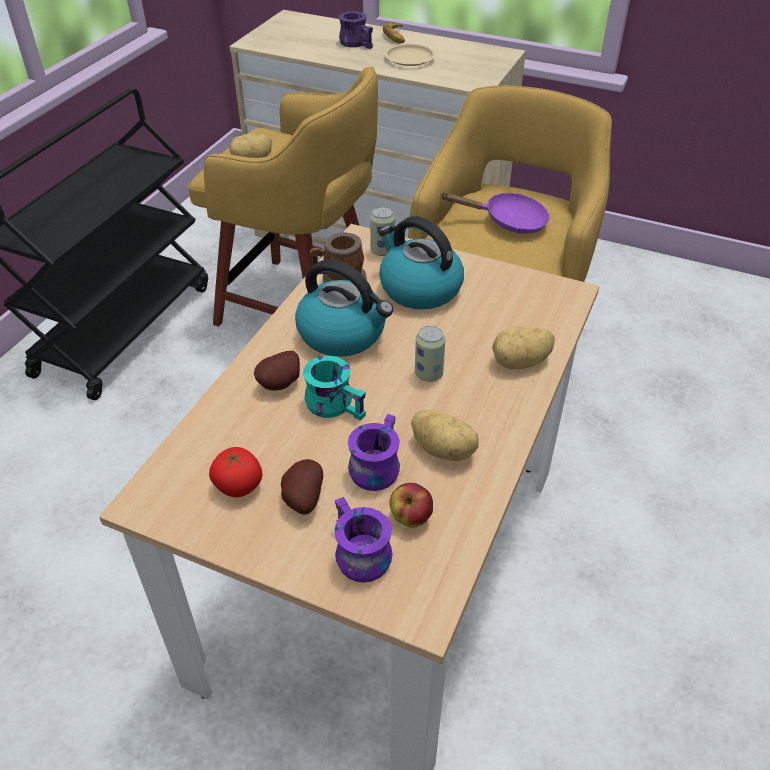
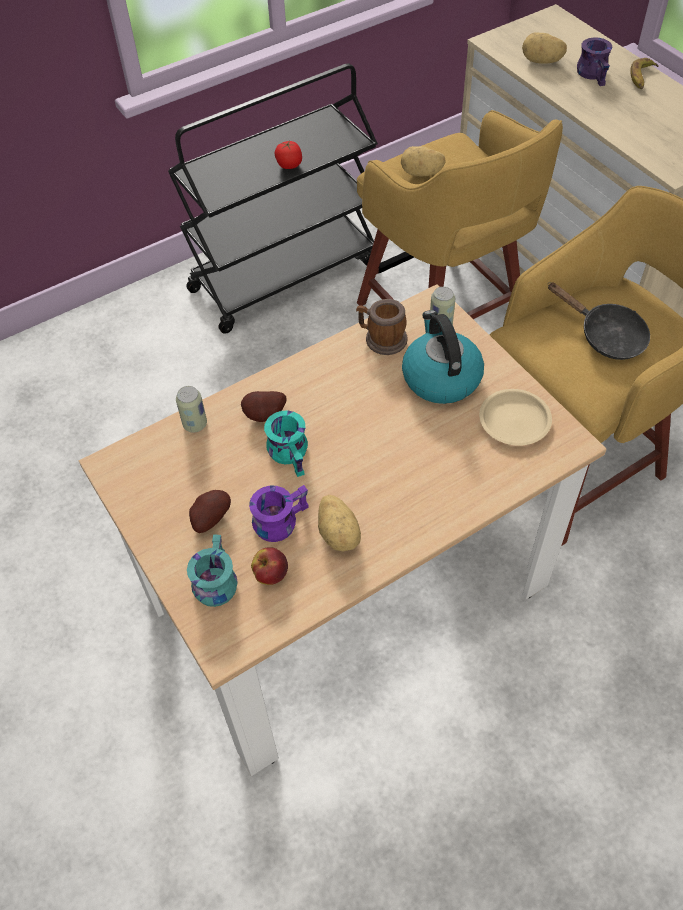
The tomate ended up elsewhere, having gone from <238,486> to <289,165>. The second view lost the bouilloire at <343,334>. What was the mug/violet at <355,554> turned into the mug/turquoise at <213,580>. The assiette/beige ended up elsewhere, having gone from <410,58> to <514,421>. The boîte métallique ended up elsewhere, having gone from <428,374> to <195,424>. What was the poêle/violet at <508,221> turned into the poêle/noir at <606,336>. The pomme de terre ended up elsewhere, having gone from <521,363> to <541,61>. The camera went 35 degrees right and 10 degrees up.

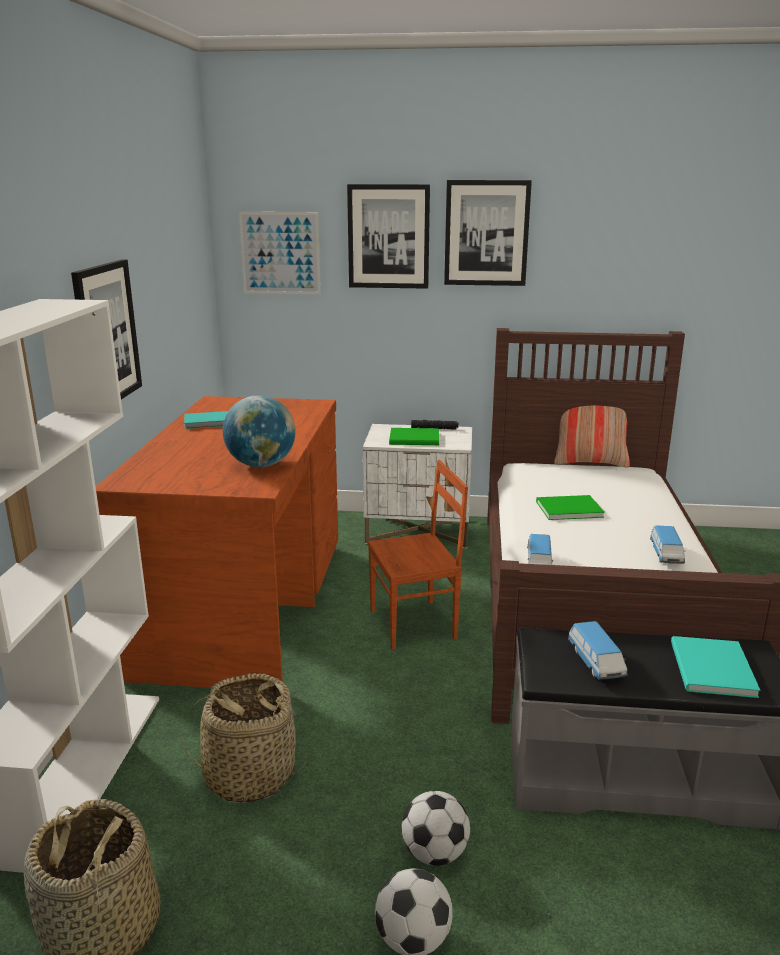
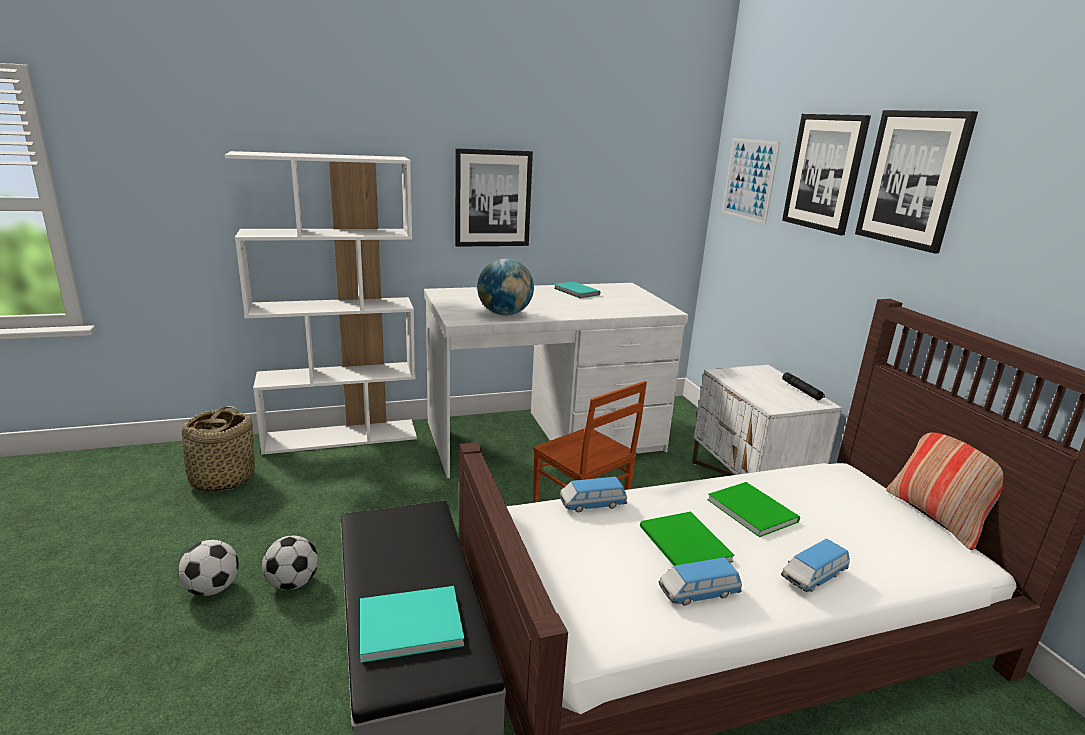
What was the bureau/marron at <246,605> turned into the bureau/blanc at <545,437>. The second view lost the panier at <249,775>. The livre/vert ended up elsewhere, having gone from <416,439> to <684,546>. The petite voiture ended up elsewhere, having gone from <596,663> to <813,577>. The camera went 65 degrees right and 0 degrees up.

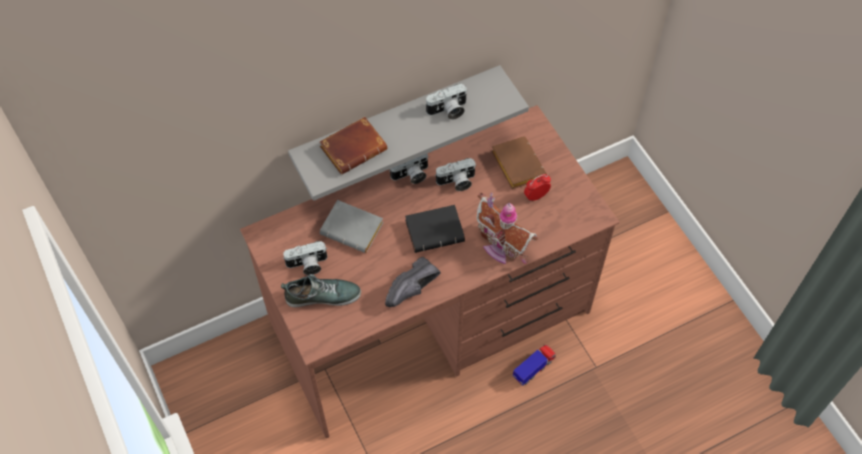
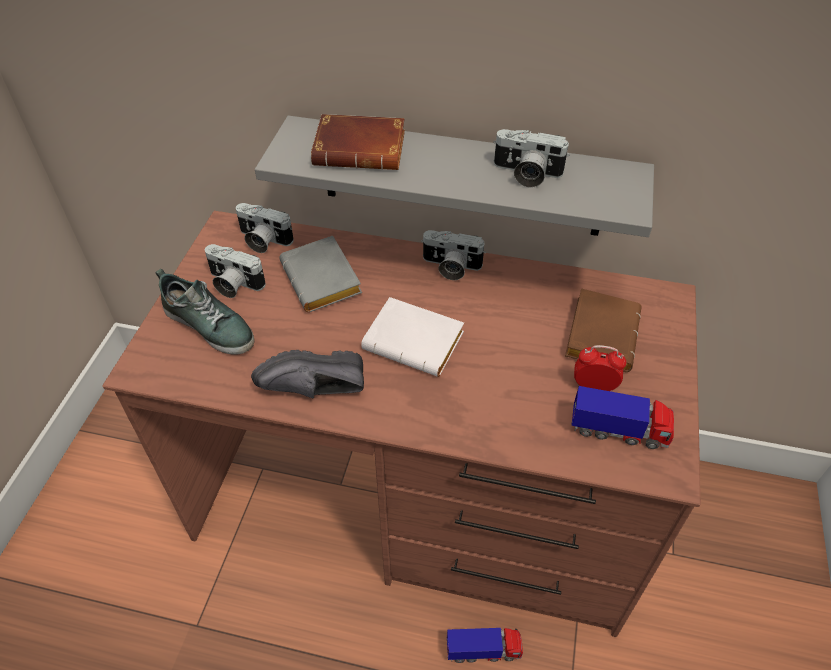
What was the livre/noir at <436,230> turned into the livre/blanc at <416,342>. The appareil photo ended up elsewhere, having gone from <456,182> to <262,241>. The second view lost the maison miniature at <501,246>. The second view gained the camion jouet at <619,431>. The camera went 40 degrees right and 10 degrees down.

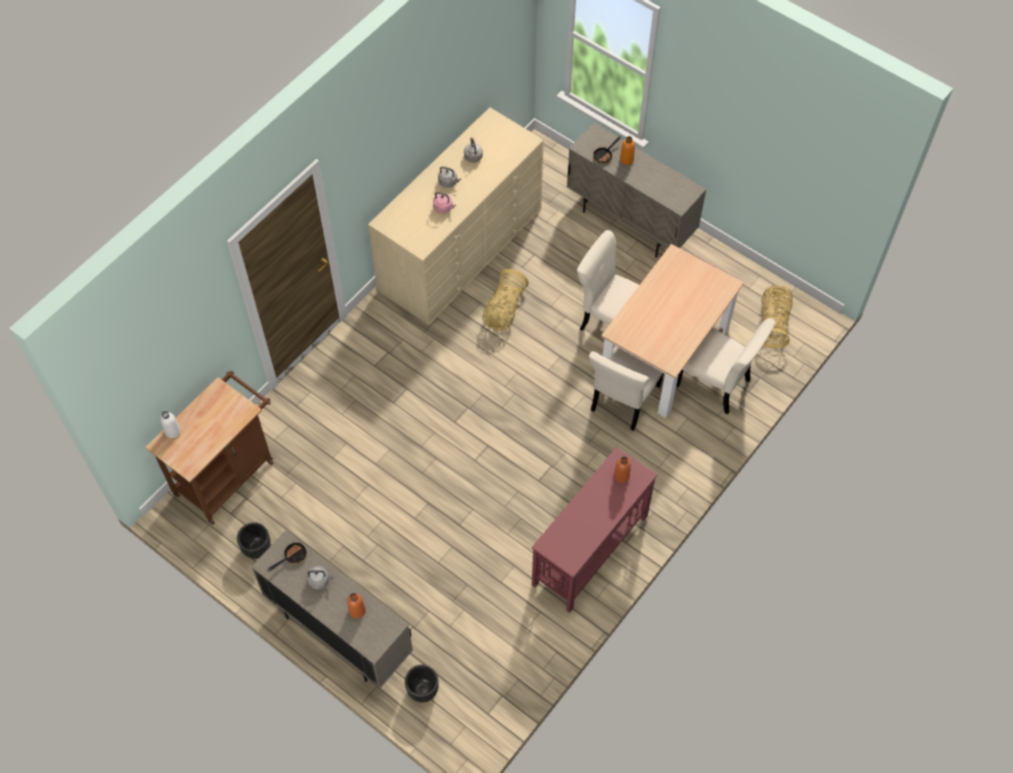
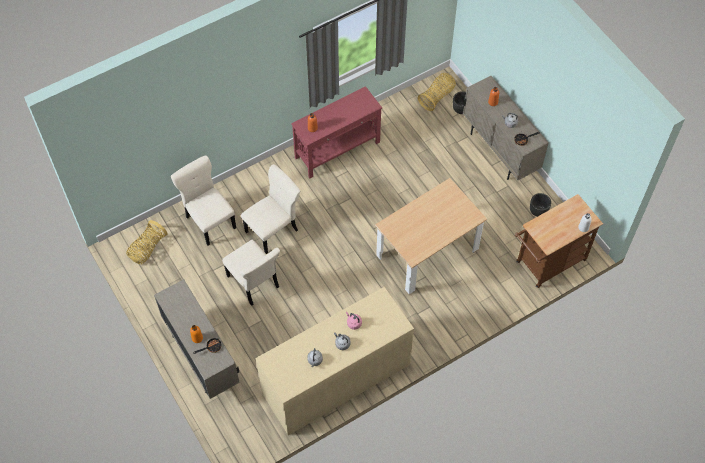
The panier ended up elsewhere, having gone from <504,310> to <437,97>. The table à manger/beige ended up elsewhere, having gone from <664,355> to <427,252>. The camera went 160 degrees left and 0 degrees up.

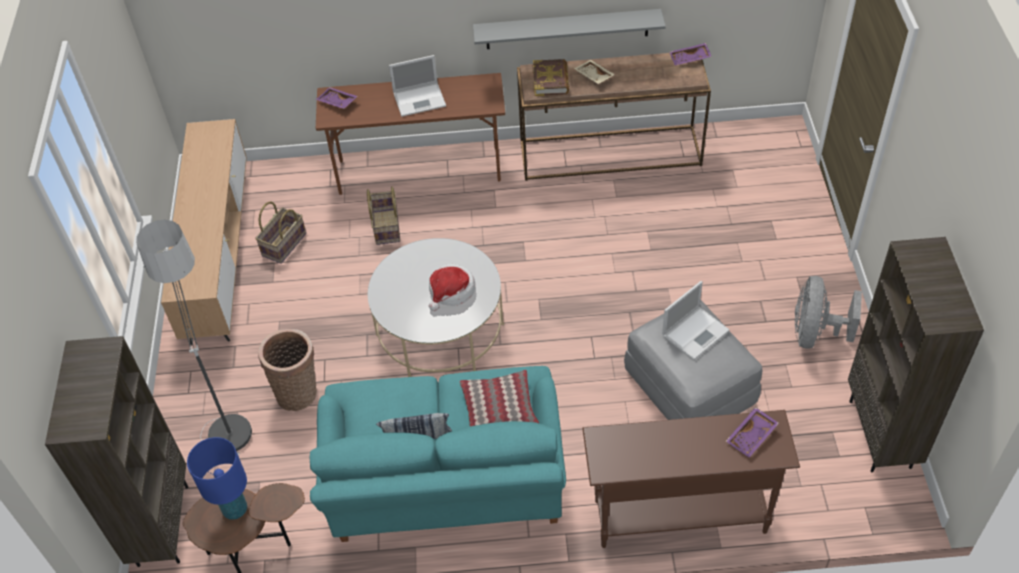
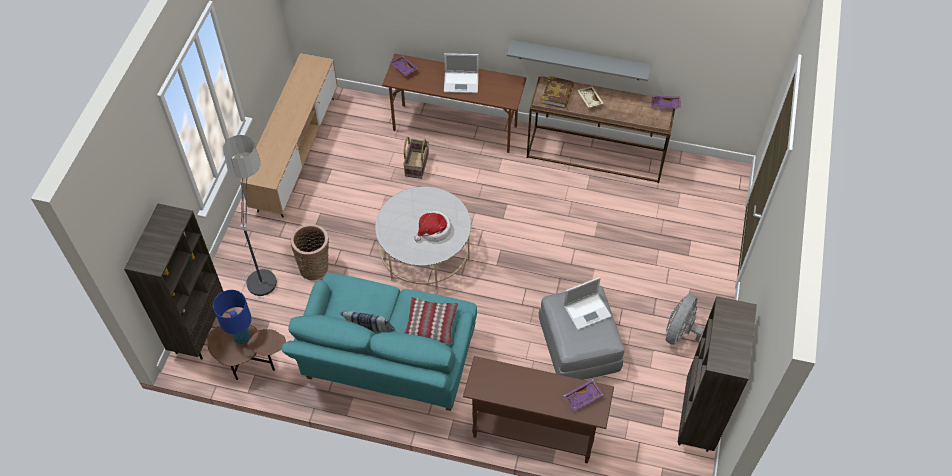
The second view lost the panier at <284,245>. The camera went 15 degrees right and 5 degrees up.

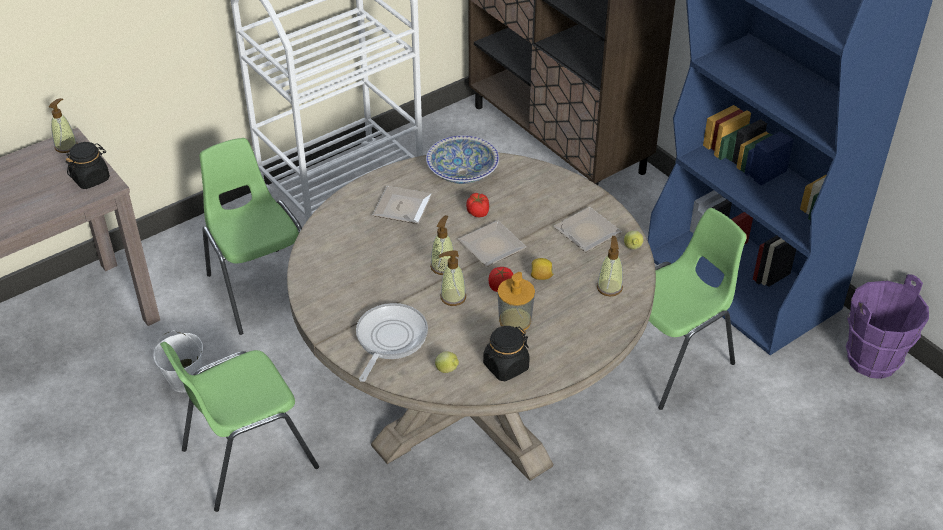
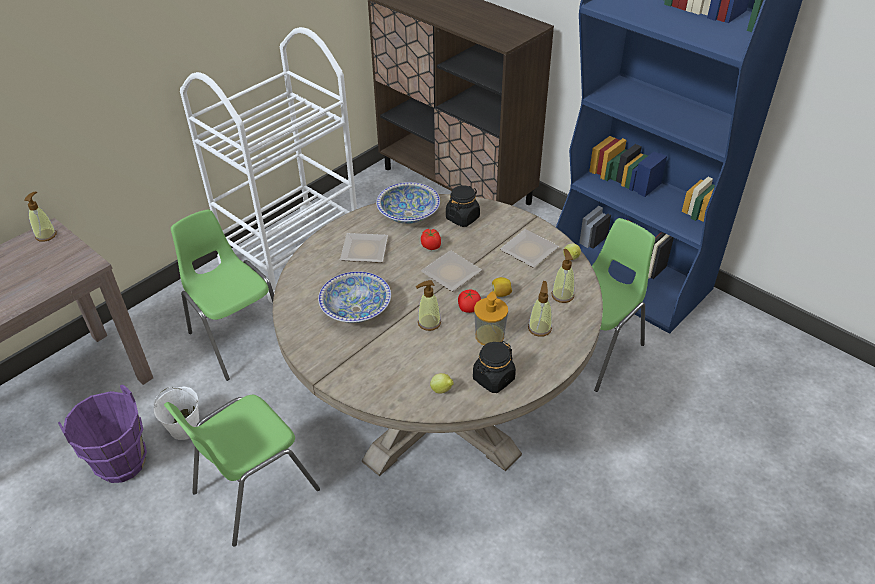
The bocal/noir ended up elsewhere, having gone from <91,178> to <462,218>. The second view lost the poêle at <389,339>. The distributeur de savon ended up elsewhere, having gone from <443,266> to <539,328>. The seau/violet ended up elsewhere, having gone from <873,360> to <122,463>. The second view gained the bol at <356,309>. The camera went 10 degrees left and 0 degrees up.

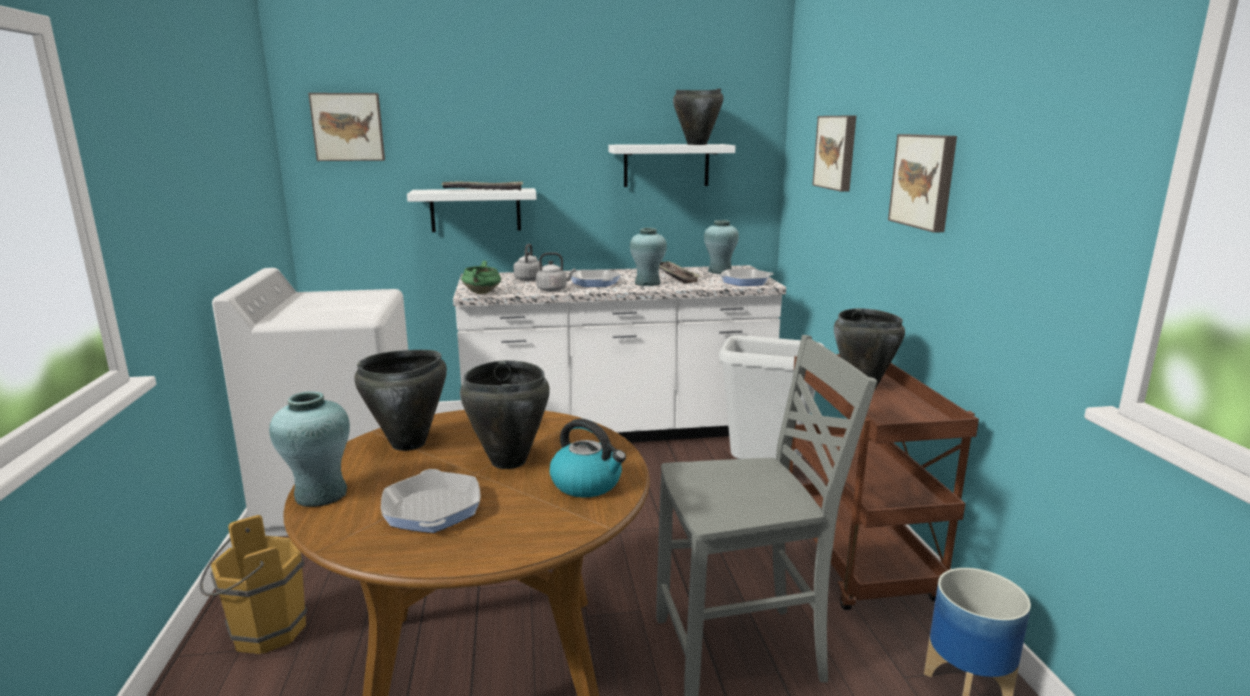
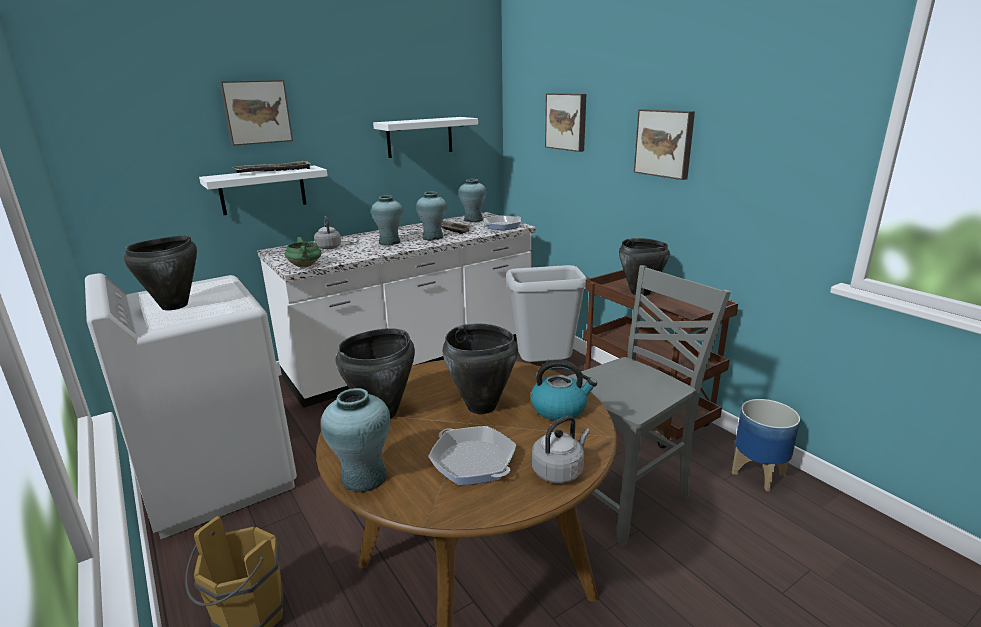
The tableau ended up elsewhere, having gone from <348,127> to <256,112>. The bouilloire/gris ended up elsewhere, having gone from <553,289> to <559,471>. Where the poêle stood at <595,282>, the vase/turquoise came to stand at <389,242>. The marmite/noir ended up elsewhere, having gone from <697,144> to <175,306>. The camera went 25 degrees left and 5 degrees up.

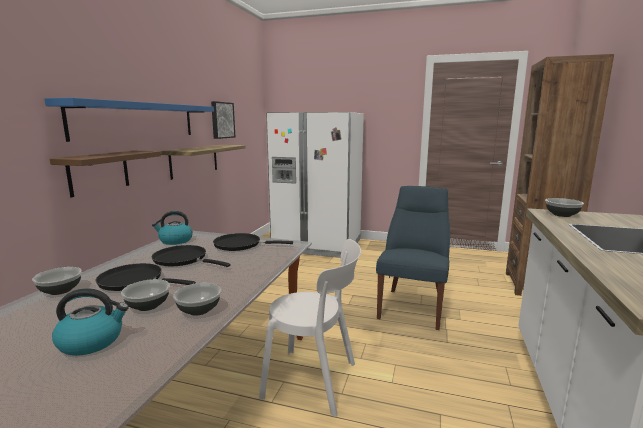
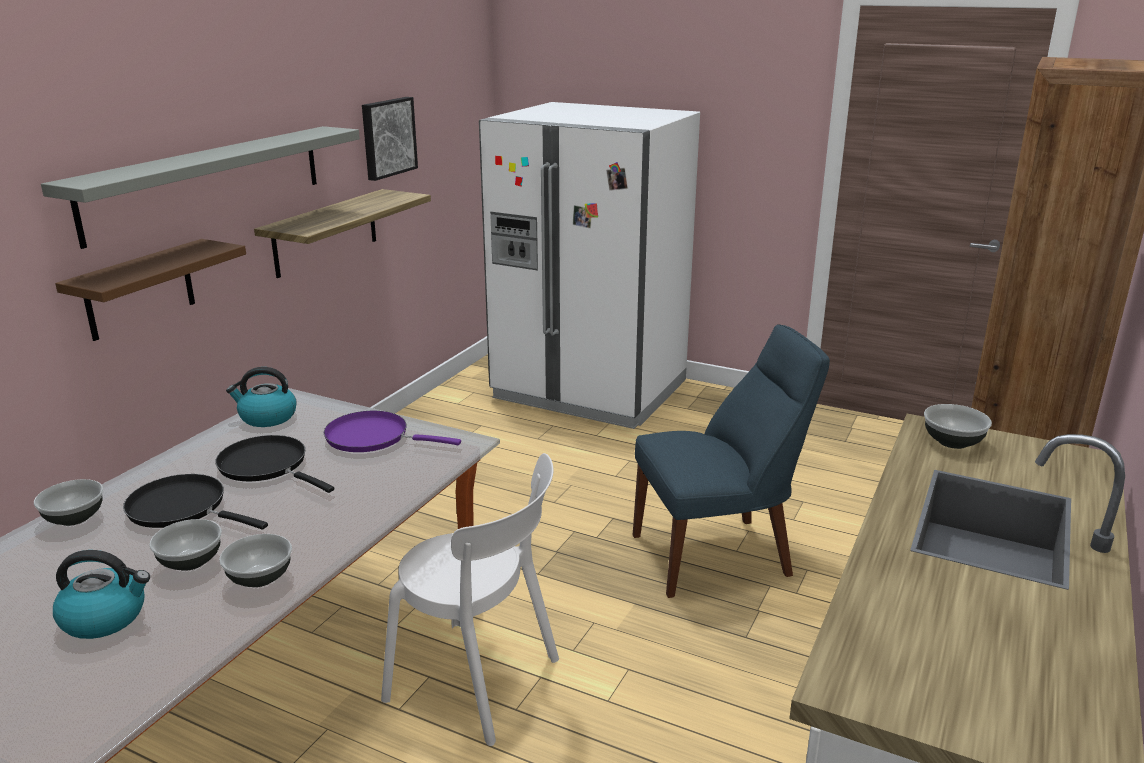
What was the étagère/bleu at <138,120> turned into the étagère/gris at <208,181>. What was the poêle/noir at <241,245> turned into the poêle/violet at <373,437>. The chaise/bleu at <412,306> ended up facing another way, 45 degrees clockwise from before. The camera went 10 degrees right and 10 degrees up.

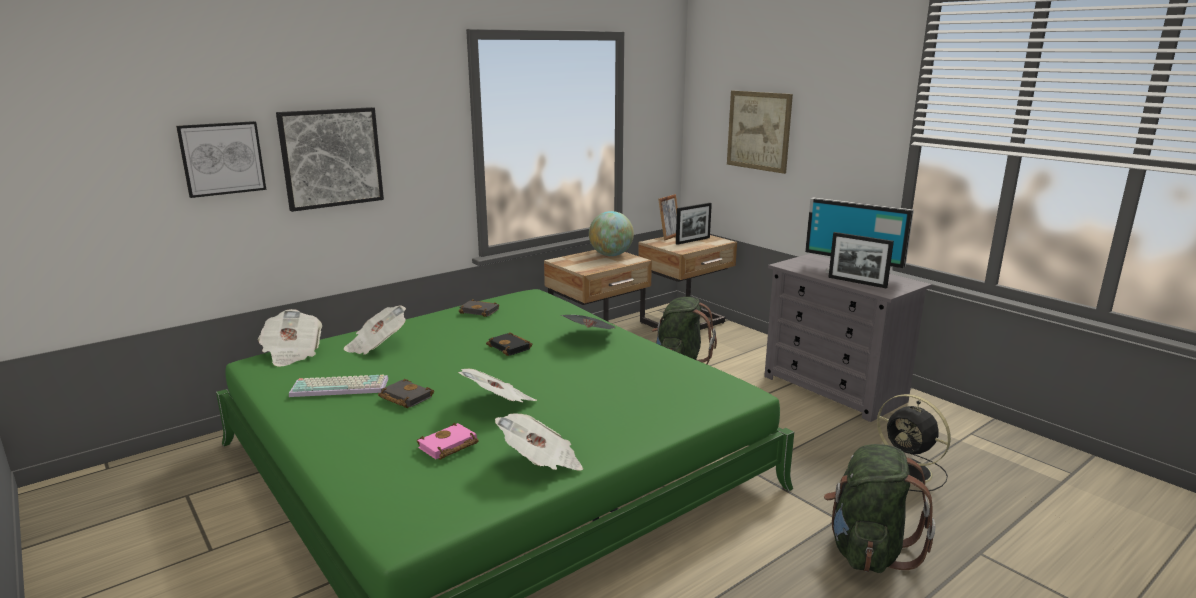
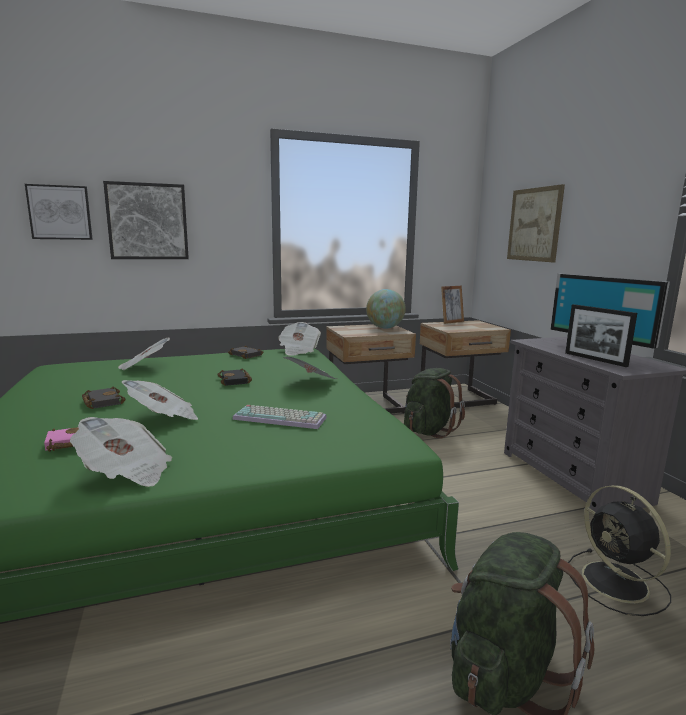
The journal ended up elsewhere, having gone from <292,353> to <298,350>. The clavier ended up elsewhere, having gone from <341,386> to <281,418>. The second view lost the cadre photo at <692,241>. The camera went 20 degrees right and 5 degrees down.

